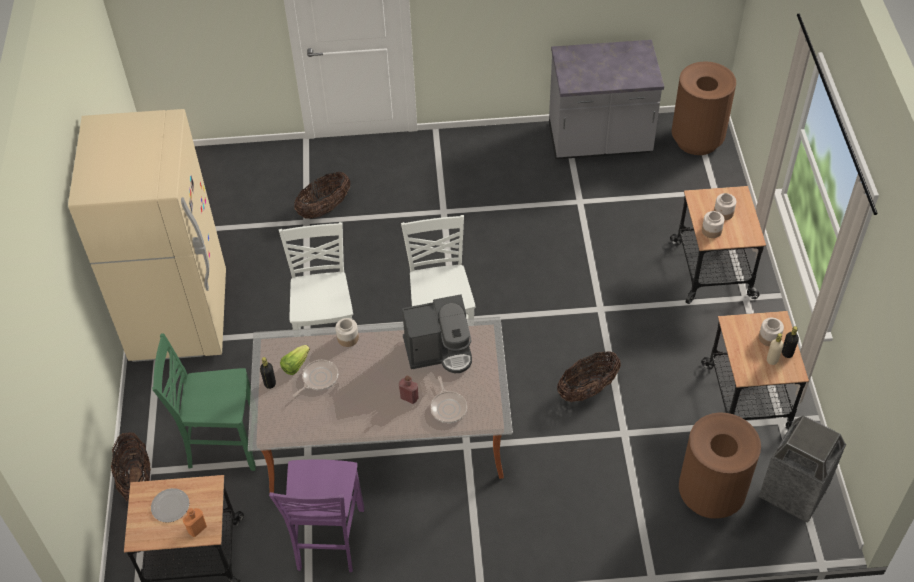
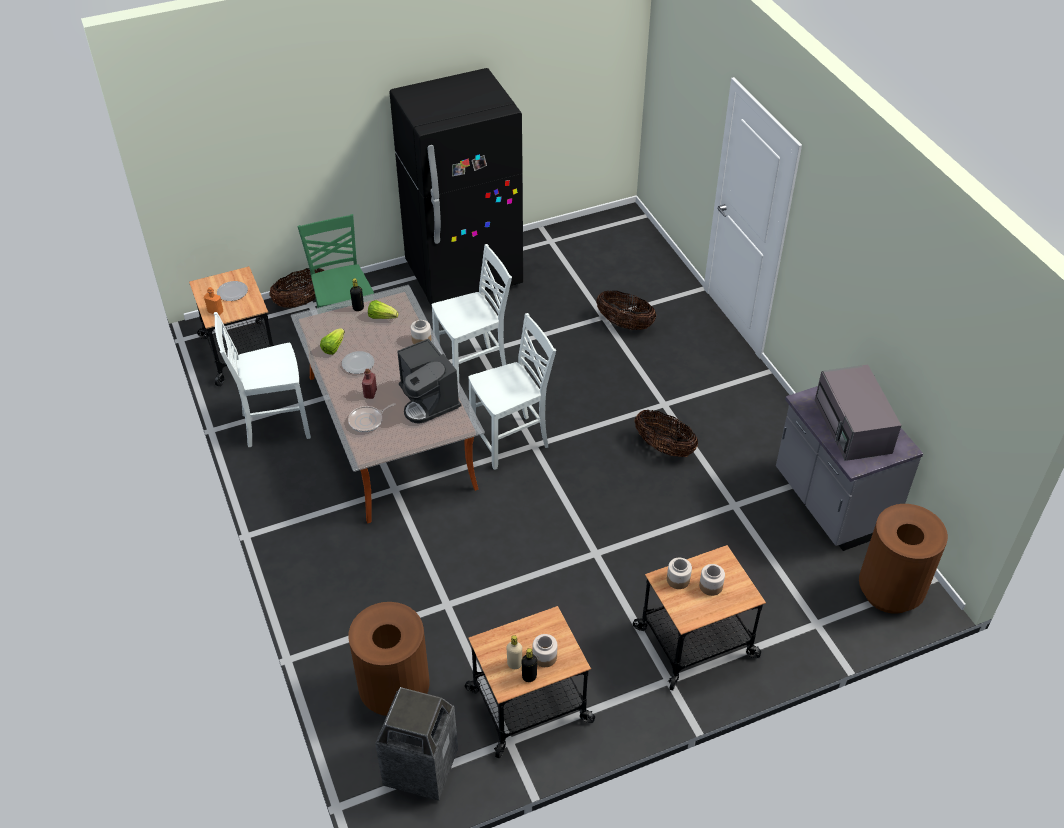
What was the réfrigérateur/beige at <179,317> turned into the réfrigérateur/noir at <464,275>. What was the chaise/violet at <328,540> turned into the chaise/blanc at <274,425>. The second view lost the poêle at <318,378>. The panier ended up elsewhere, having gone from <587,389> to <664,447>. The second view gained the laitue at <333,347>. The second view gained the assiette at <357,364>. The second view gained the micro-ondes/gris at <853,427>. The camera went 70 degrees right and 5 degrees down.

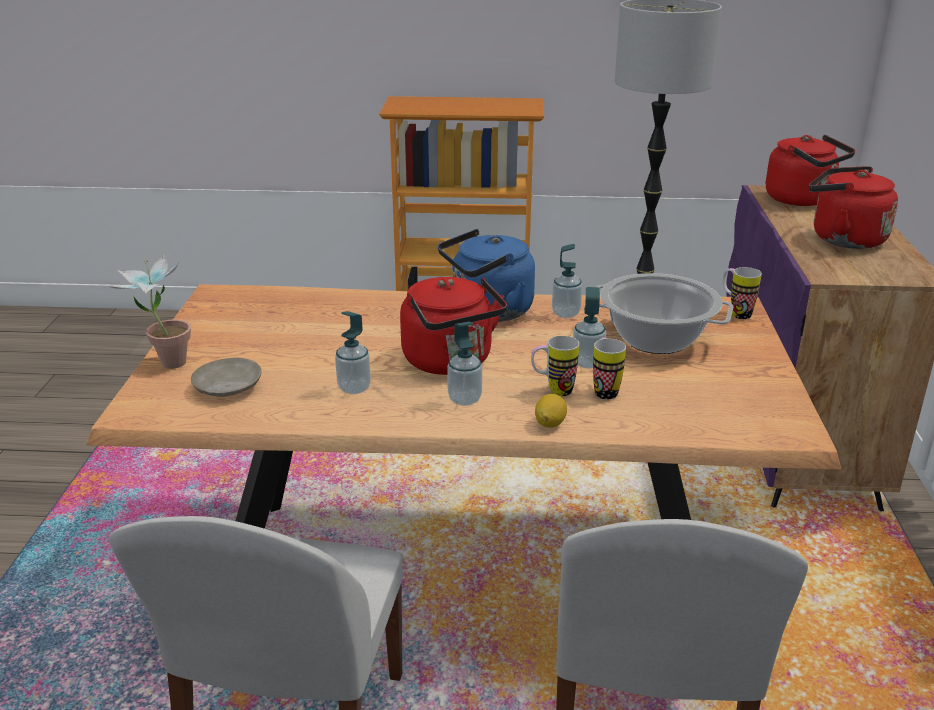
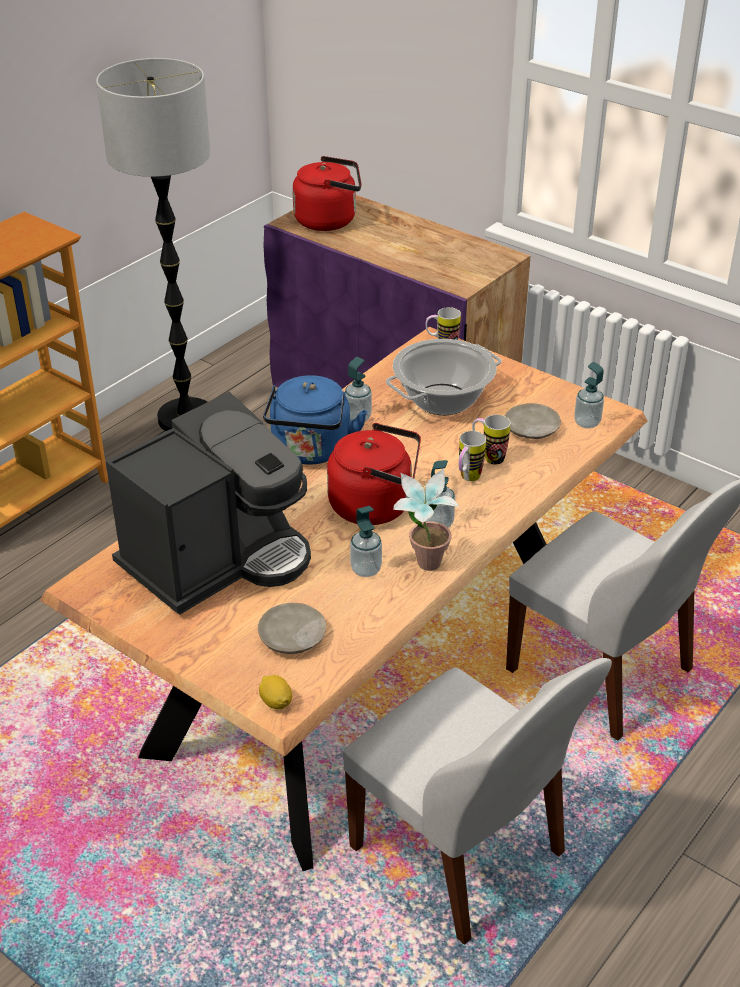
The plante en pot ended up elsewhere, having gone from <164,362> to <423,567>. The citron ended up elsewhere, having gone from <550,423> to <276,702>. The distributeur de savon ended up elsewhere, having gone from <587,363> to <587,423>. The second view lost the bouilloire/rouge at <843,239>. The second view gained the machine à café at <217,559>. The second view gained the assiette/beige at <531,429>. The camera went 55 degrees left and 10 degrees up.

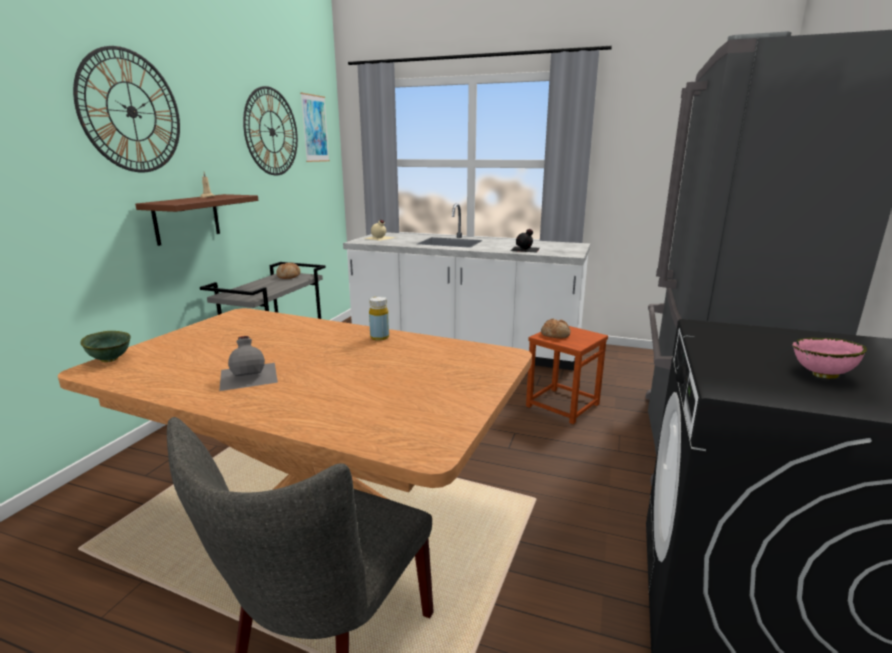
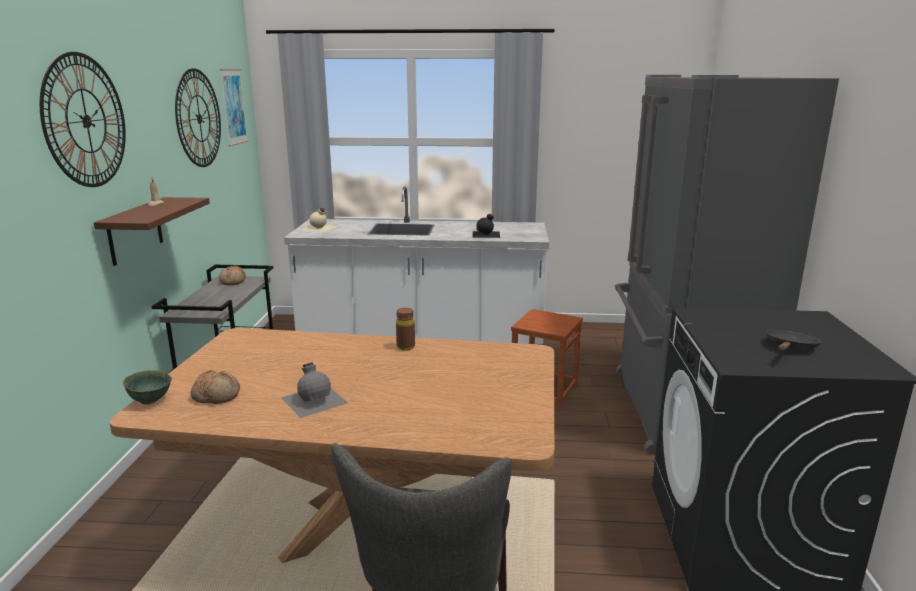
What was the bouteille/jaune at <379,337> turned into the bouteille/marron at <406,347>. The pain ended up elsewhere, having gone from <555,335> to <217,396>. Where the bol/rose stood at <821,375>, the poêle/noir came to stand at <790,348>. The camera went 15 degrees left and 0 degrees up.

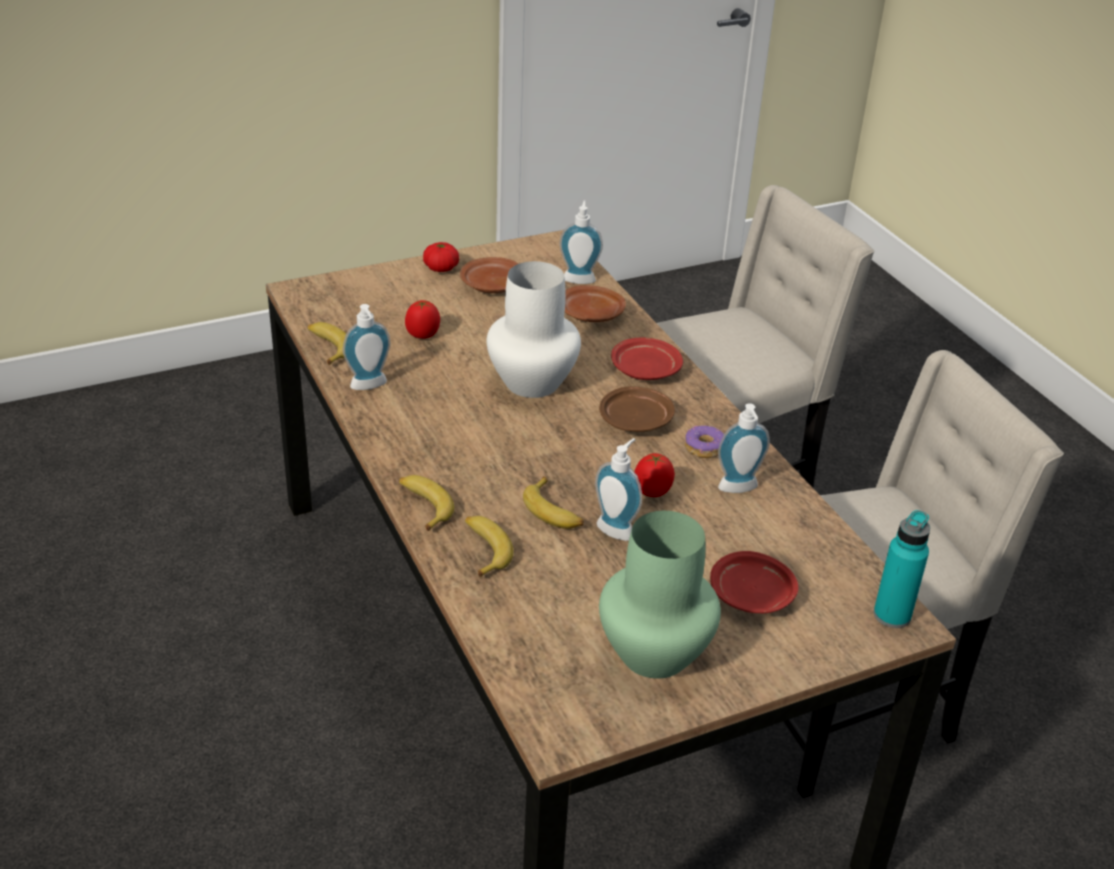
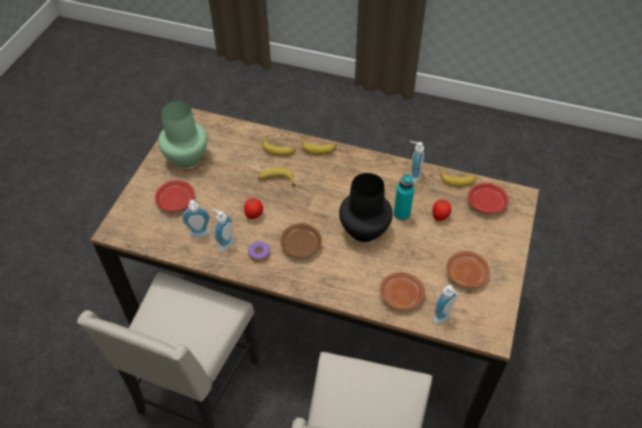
The second view lost the tomate at <441,268>. What was the vase/blanc at <530,382> turned into the vase/noir at <365,230>. The distributeur de savon ended up elsewhere, having gone from <617,528> to <200,235>. The assiette/rouge ended up elsewhere, having gone from <644,369> to <487,203>. The bouteille/turquoise ended up elsewhere, having gone from <892,615> to <401,214>. The camera went 135 degrees right and 15 degrees up.

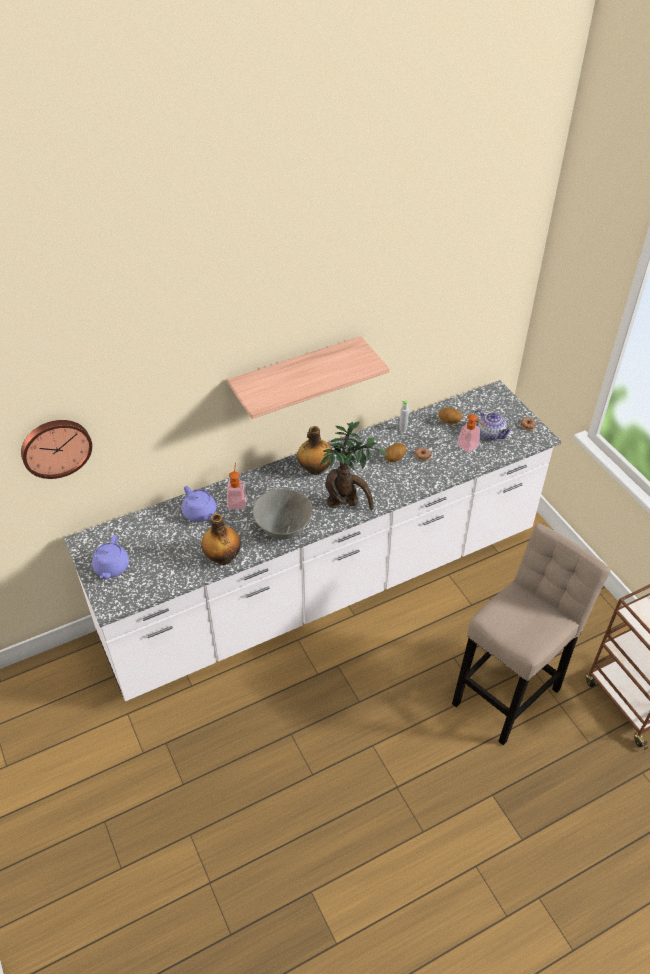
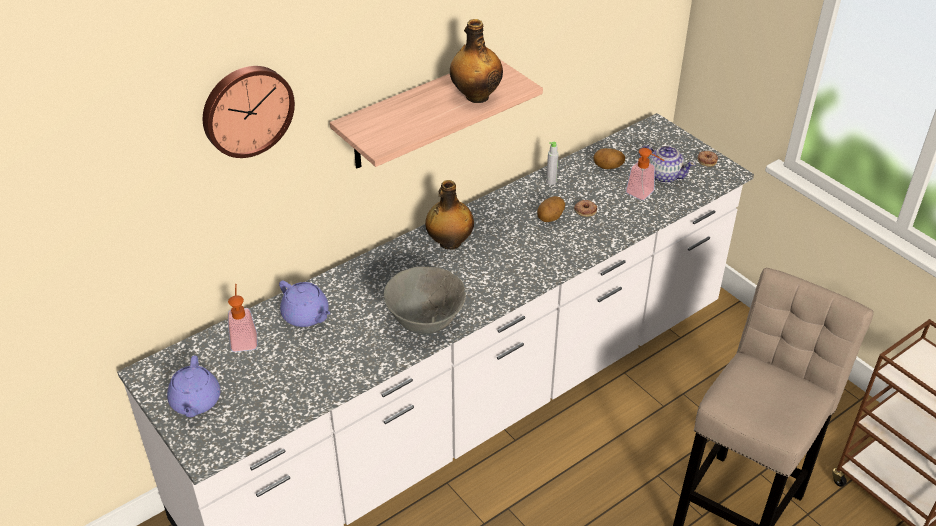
The horloge murale ended up elsewhere, having gone from <55,447> to <246,109>. The bouteille ended up elsewhere, having gone from <223,557> to <476,96>. The distributeur de savon ended up elsewhere, having gone from <237,500> to <244,338>. The second view lost the plante en pot at <347,503>. The camera went 10 degrees left and 5 degrees down.

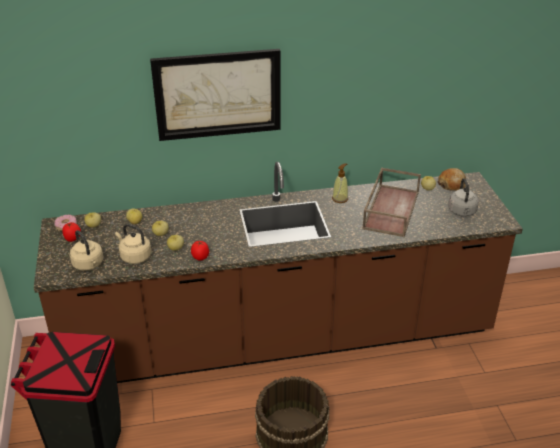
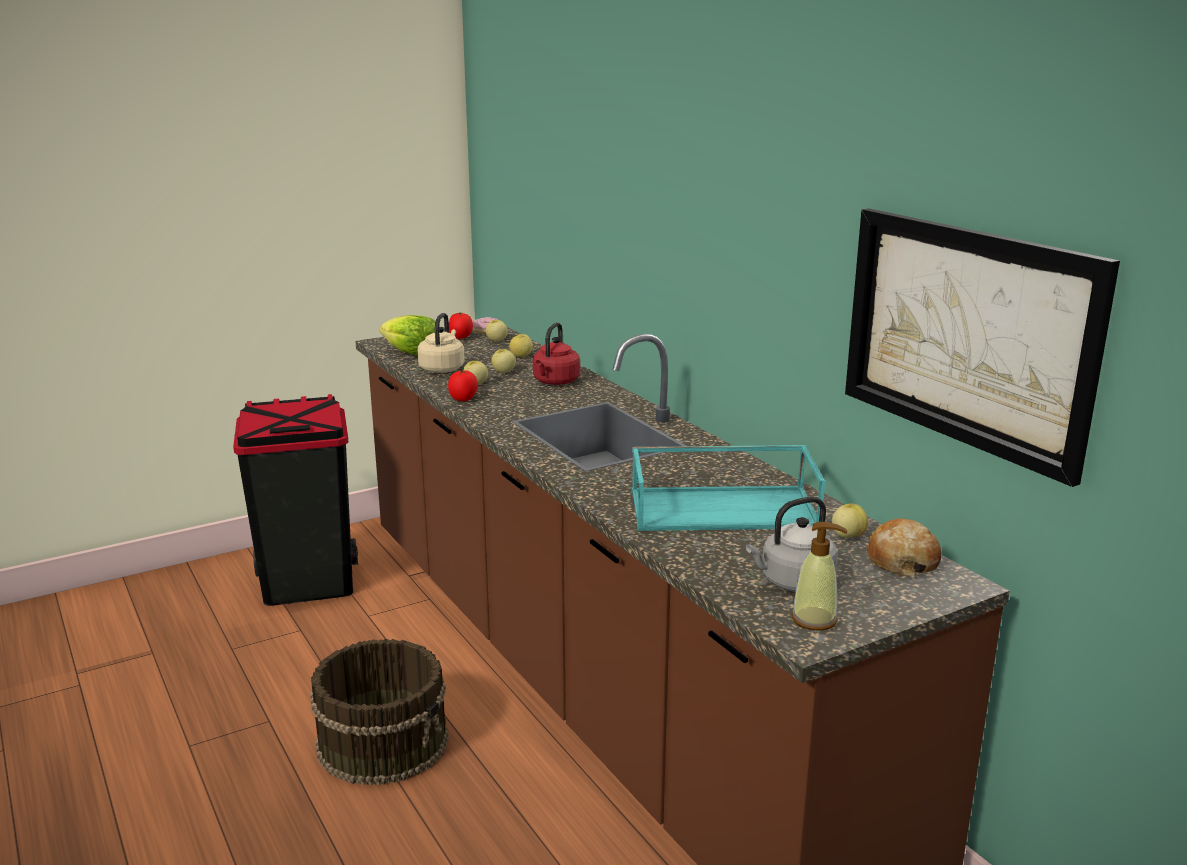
Where the bouilloire/beige stood at <89,265>, the laitue came to stand at <411,353>. The tableau ended up elsewhere, having gone from <218,94> to <967,335>. The distributeur de savon ended up elsewhere, having gone from <340,198> to <814,619>. What was the plateau/marron at <390,209> turned into the plateau/turquoise at <725,508>. The second view gained the bouilloire/rouge at <555,382>. The camera went 70 degrees right and 15 degrees down.

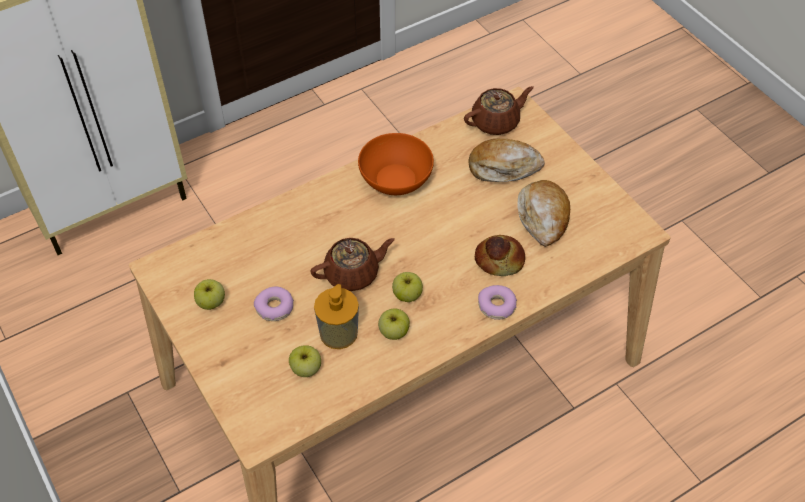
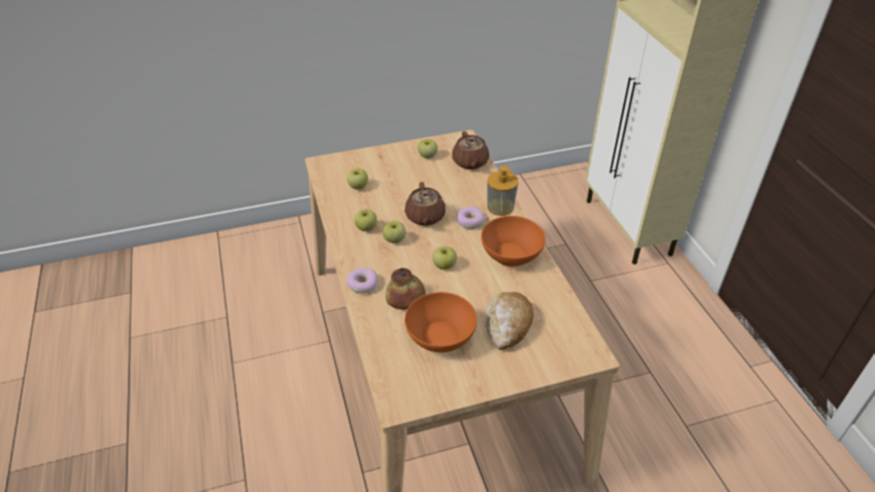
The beignet ended up elsewhere, having gone from <275,308> to <469,222>. The distributeur de savon ended up elsewhere, having gone from <338,333> to <500,207>. The théière/marron ended up elsewhere, having gone from <496,122> to <470,162>. Where the pain stood at <543,217>, the bol/orange came to stand at <440,336>. The second view gained the pomme at <444,265>. The camera went 105 degrees right and 10 degrees down.

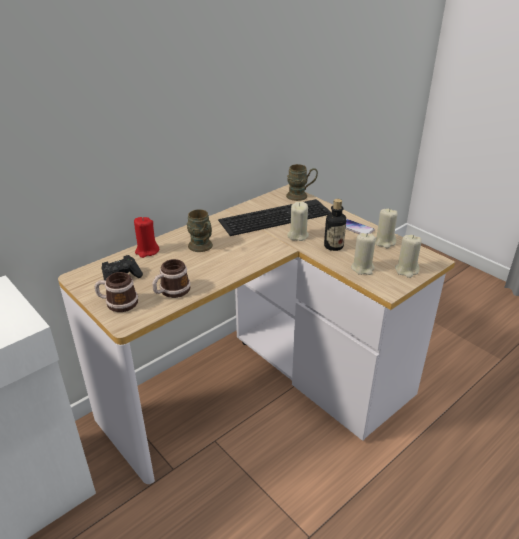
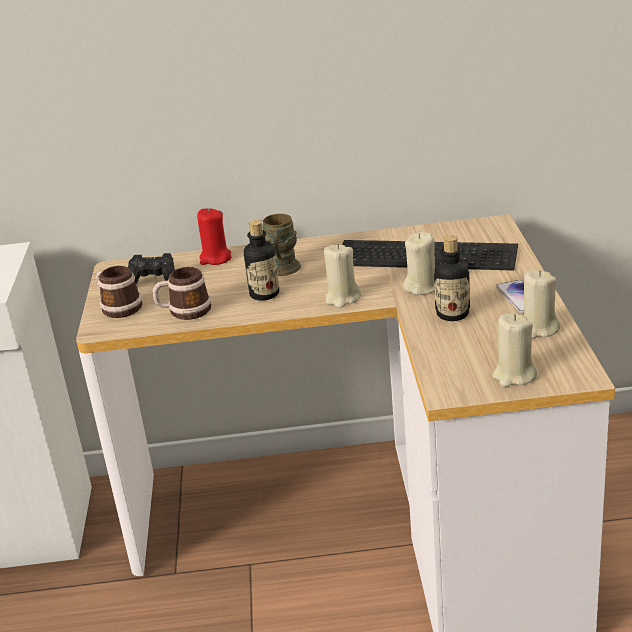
The second view lost the mug/marron at <301,196>. The bougie/beige ended up elsewhere, having gone from <362,268> to <342,298>. The second view gained the bouteille at <264,294>. The camera went 40 degrees right and 5 degrees down.

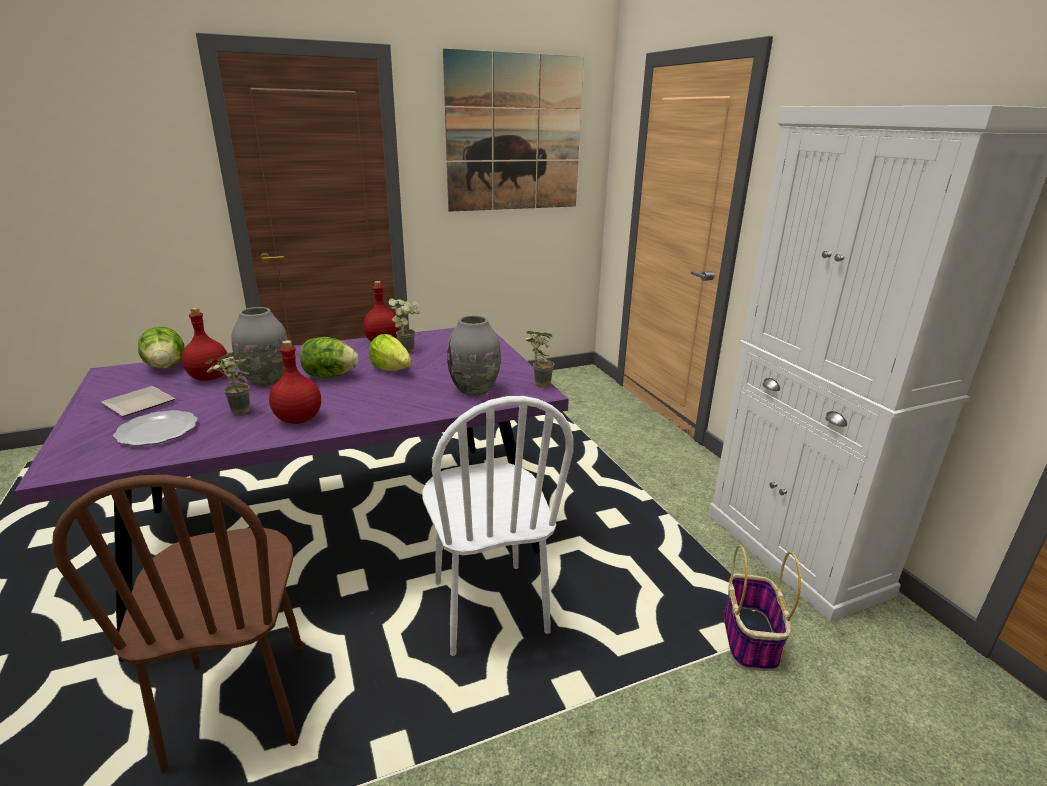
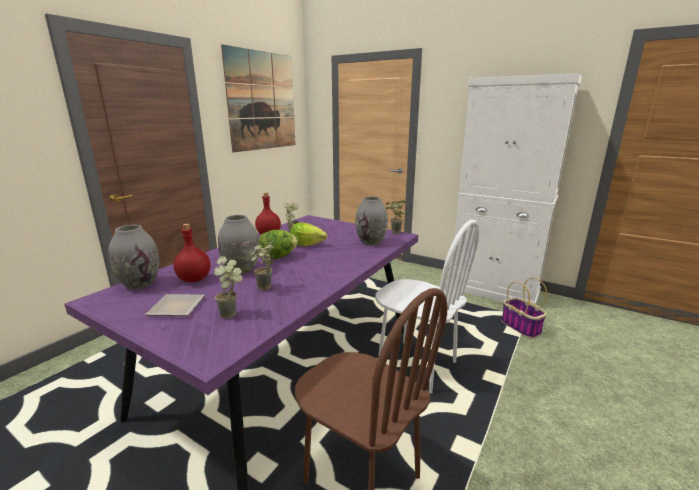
Where the assiette stood at <159,431>, the plante en pot came to stand at <233,314>. Where the laitue stood at <166,367>, the vase/gris came to stand at <140,283>. The second view lost the bouteille/rouge at <299,419>. The camera went 35 degrees left and 5 degrees down.

